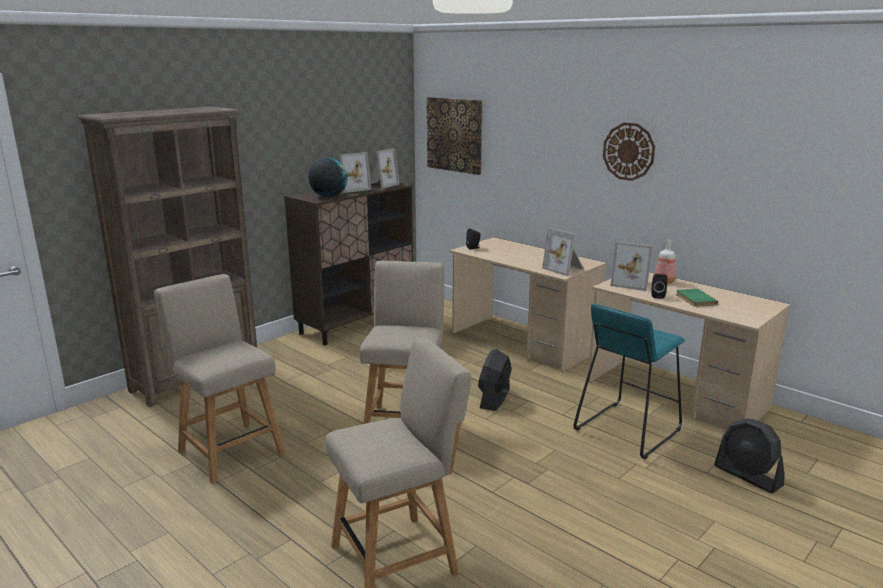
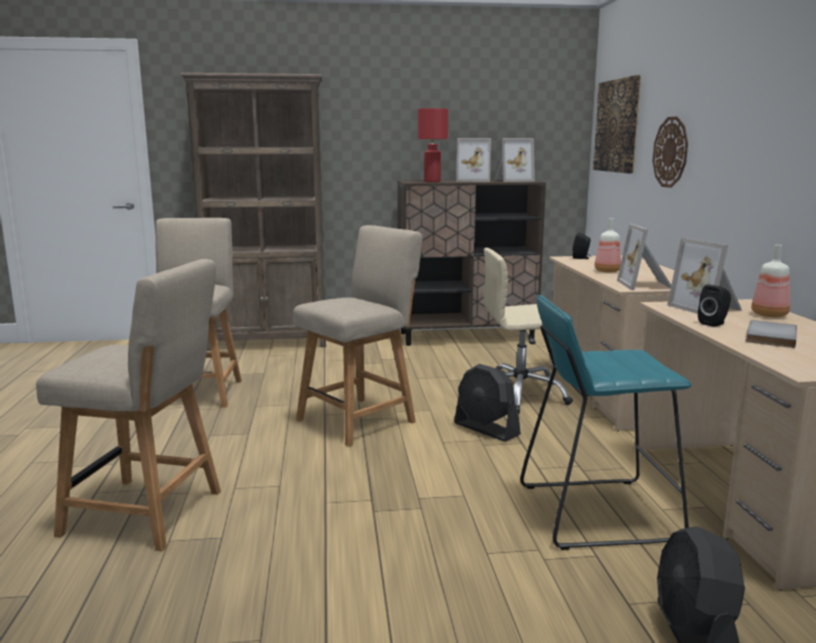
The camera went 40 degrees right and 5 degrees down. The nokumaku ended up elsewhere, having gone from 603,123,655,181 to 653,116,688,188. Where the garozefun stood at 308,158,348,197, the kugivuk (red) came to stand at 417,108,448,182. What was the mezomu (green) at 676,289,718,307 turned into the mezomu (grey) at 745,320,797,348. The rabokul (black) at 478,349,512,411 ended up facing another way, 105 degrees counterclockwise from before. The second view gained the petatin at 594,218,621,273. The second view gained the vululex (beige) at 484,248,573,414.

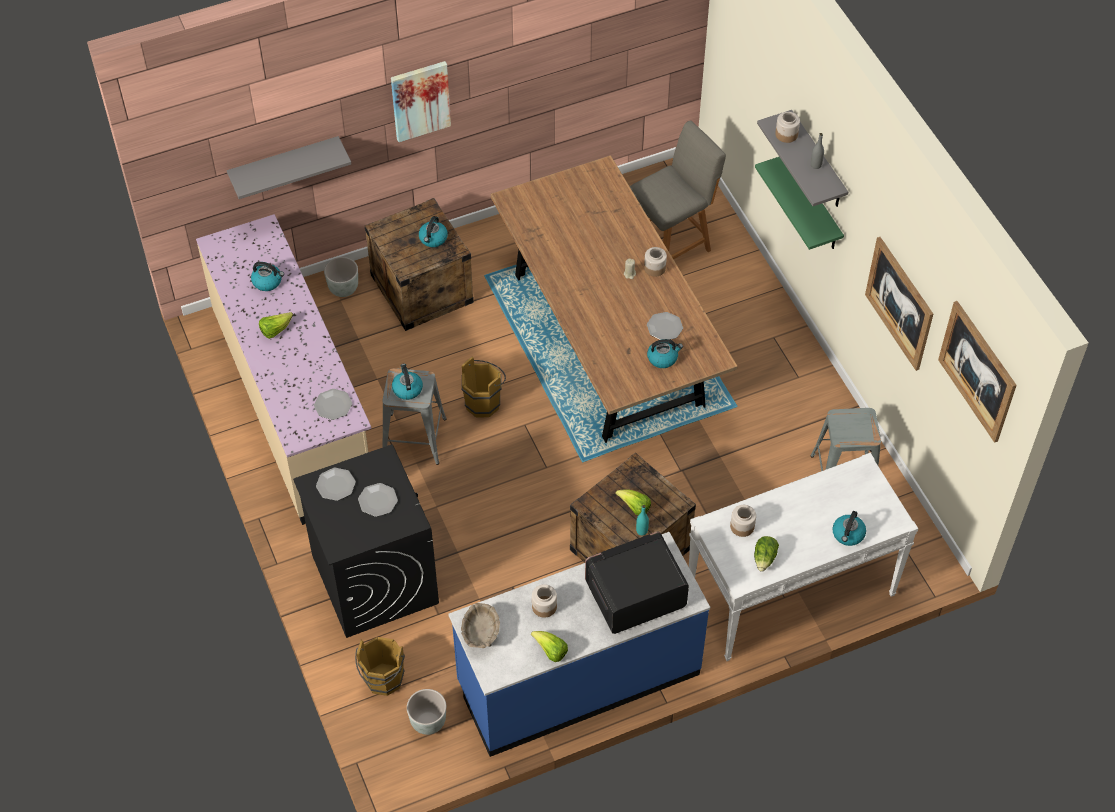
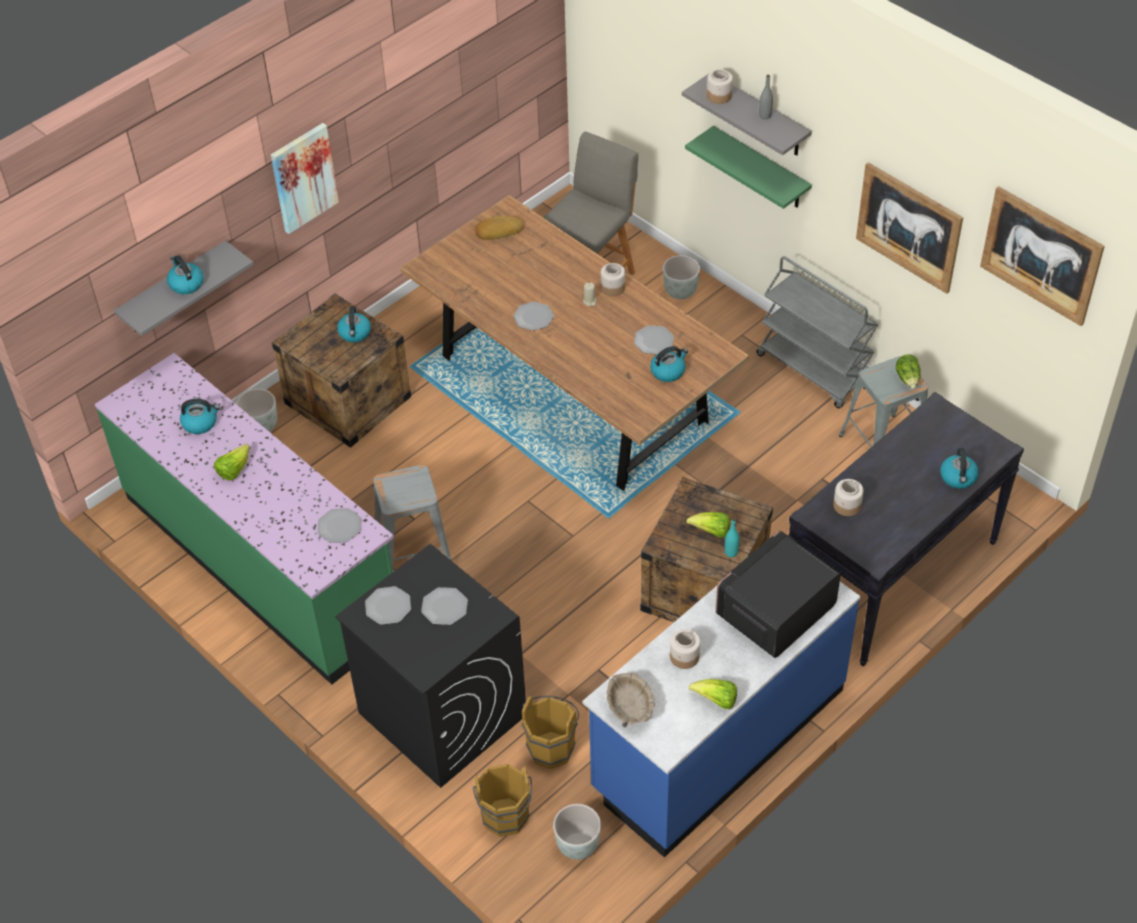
The camera went 20 degrees left and 5 degrees down. What was the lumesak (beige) at 196,214,371,525 turned into the lumesak (green) at 95,353,394,685. The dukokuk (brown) ended up elsewhere, having gone from 462,356,506,417 to 522,696,579,769. The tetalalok ended up elsewhere, having gone from 392,364,423,400 to 167,256,204,294. What was the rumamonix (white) at 689,453,918,661 turned into the rumamonix (black) at 788,392,1024,667. The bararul ended up elsewhere, having gone from 754,536,779,572 to 896,354,921,389. The second view gained the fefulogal at 474,216,524,240. The second view gained the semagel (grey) at 662,255,700,300. The second view gained the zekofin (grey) at 756,256,878,408. The second view gained the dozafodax at 513,302,554,331.

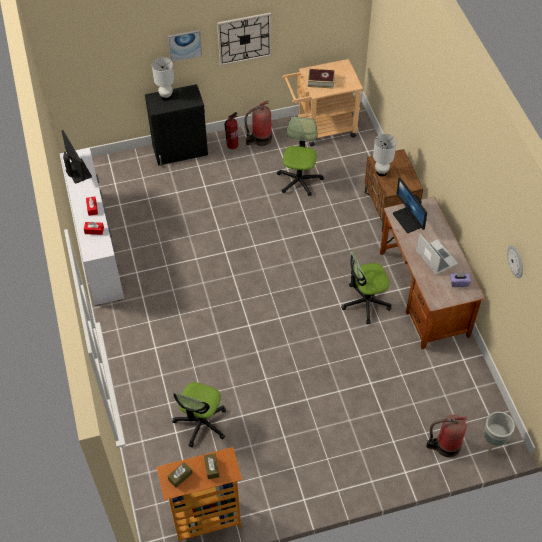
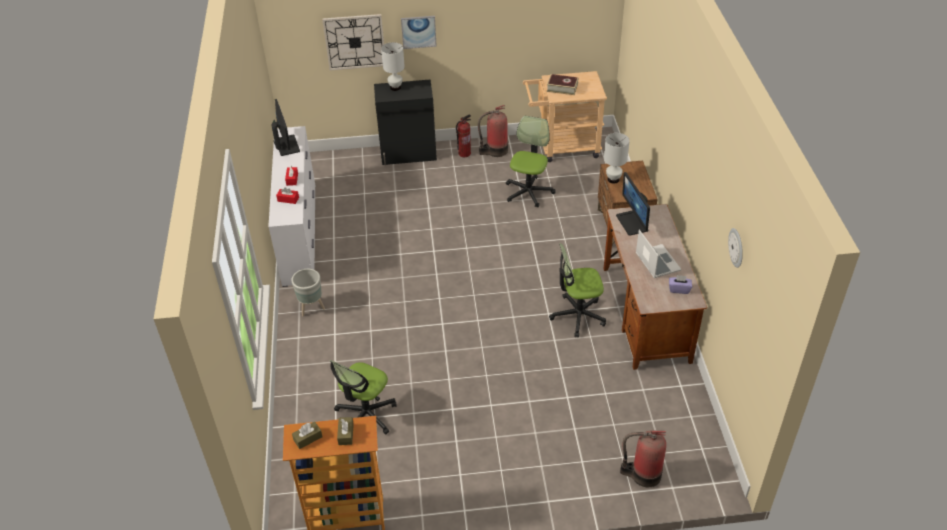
The camera went 10 degrees right and 10 degrees down. The nokumaku ended up elsewhere, having gone from 217,12,272,66 to 322,14,384,70. The semagel (grey) ended up elsewhere, having gone from 484,412,515,454 to 291,269,325,316.

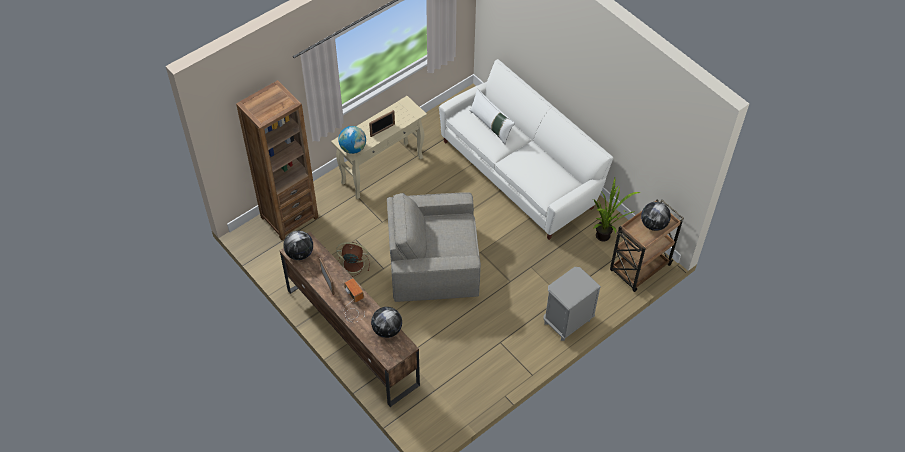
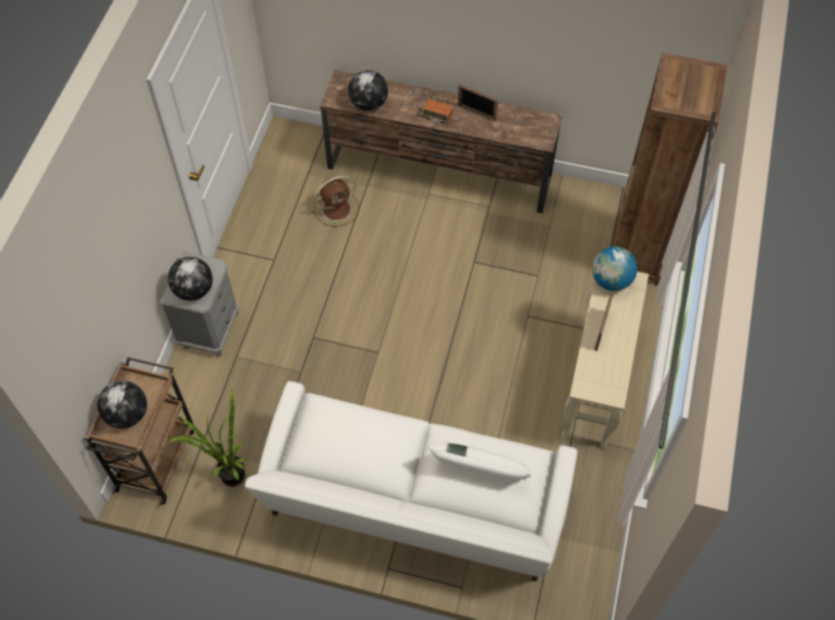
The camera went 145 degrees right and 5 degrees up. The second view lost the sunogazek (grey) at 387,192,481,302. The garozefun ended up elsewhere, having gone from 284,231,313,260 to 168,257,213,301. The rabokul (brown) ended up elsewhere, having gone from 336,242,370,277 to 312,175,359,227.

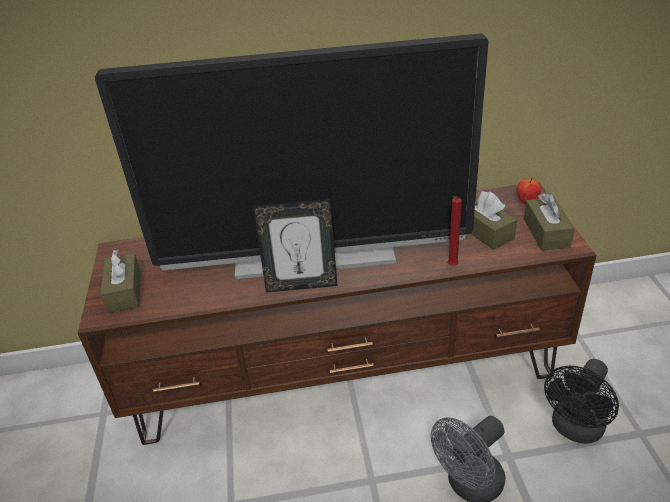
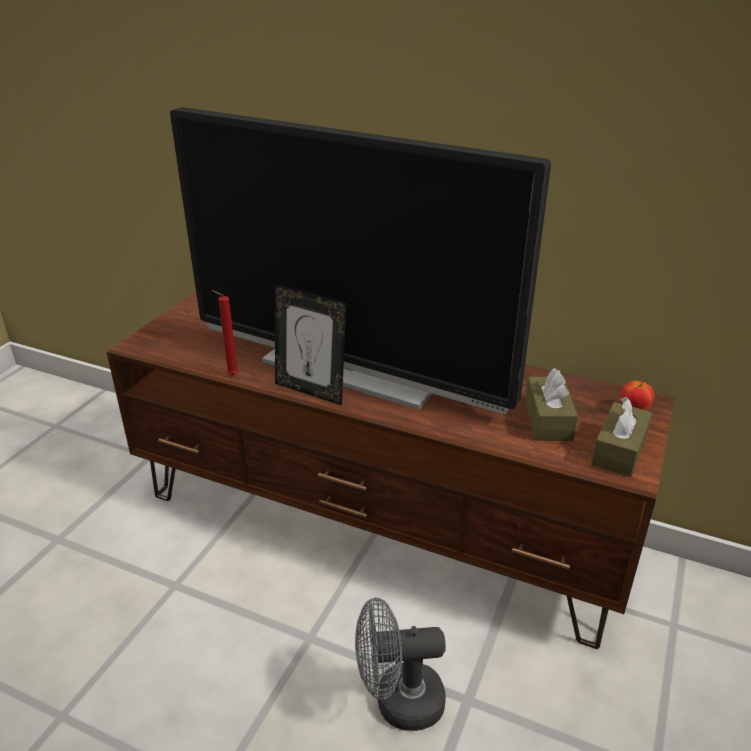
The camera went 30 degrees right and 5 degrees down. The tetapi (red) ended up elsewhere, having gone from 448,196,462,266 to 212,290,239,375. The second view lost the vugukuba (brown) at 100,250,141,313. The second view lost the rabokul (black) at 544,359,619,444.

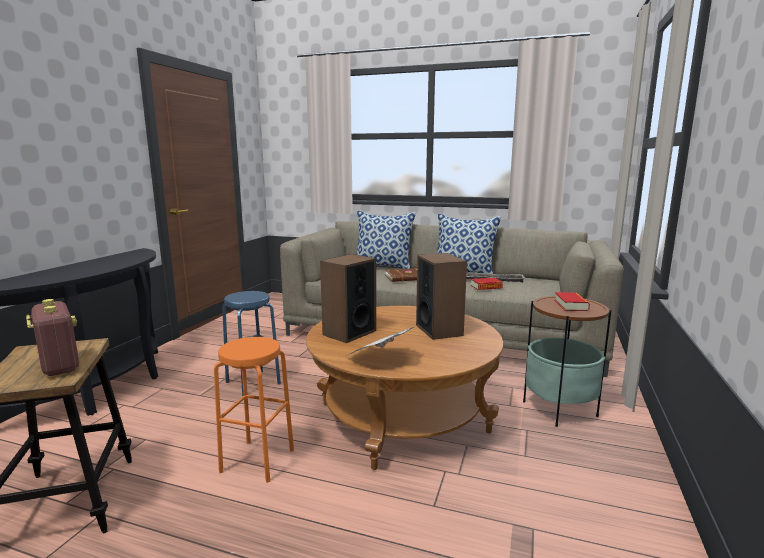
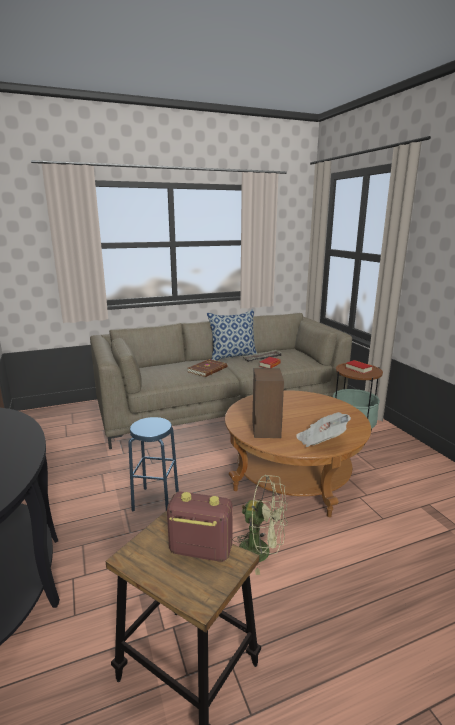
The camera went 40 degrees left and 5 degrees up. The second view lost the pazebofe at 356,211,416,269. The second view lost the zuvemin at 416,253,467,340. Where the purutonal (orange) stood at 214,337,294,483, the rabokul (green) came to stand at 233,475,288,575.

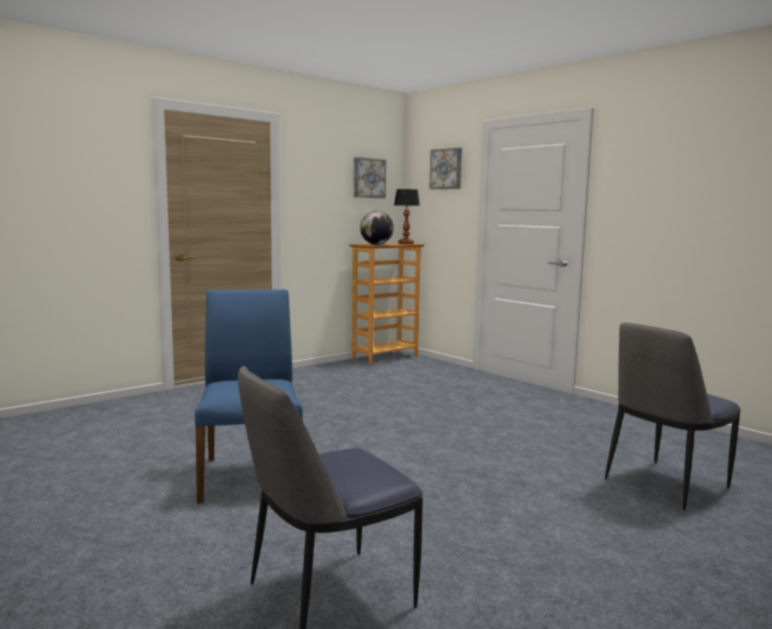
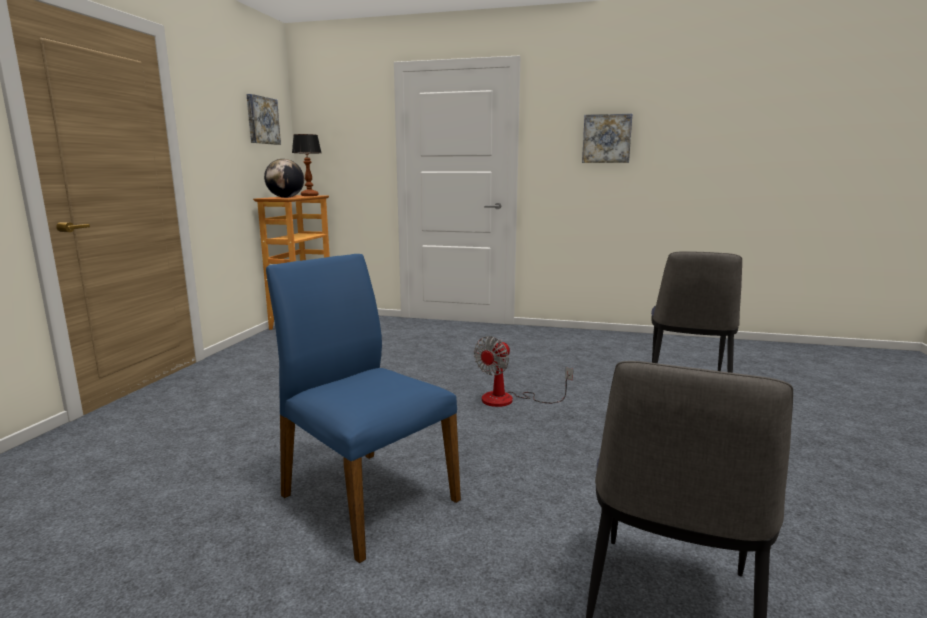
The camera went 35 degrees left and 5 degrees up. The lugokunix ended up elsewhere, having gone from 429,147,462,189 to 582,114,632,163. The second view gained the rabokul at 474,336,573,407.

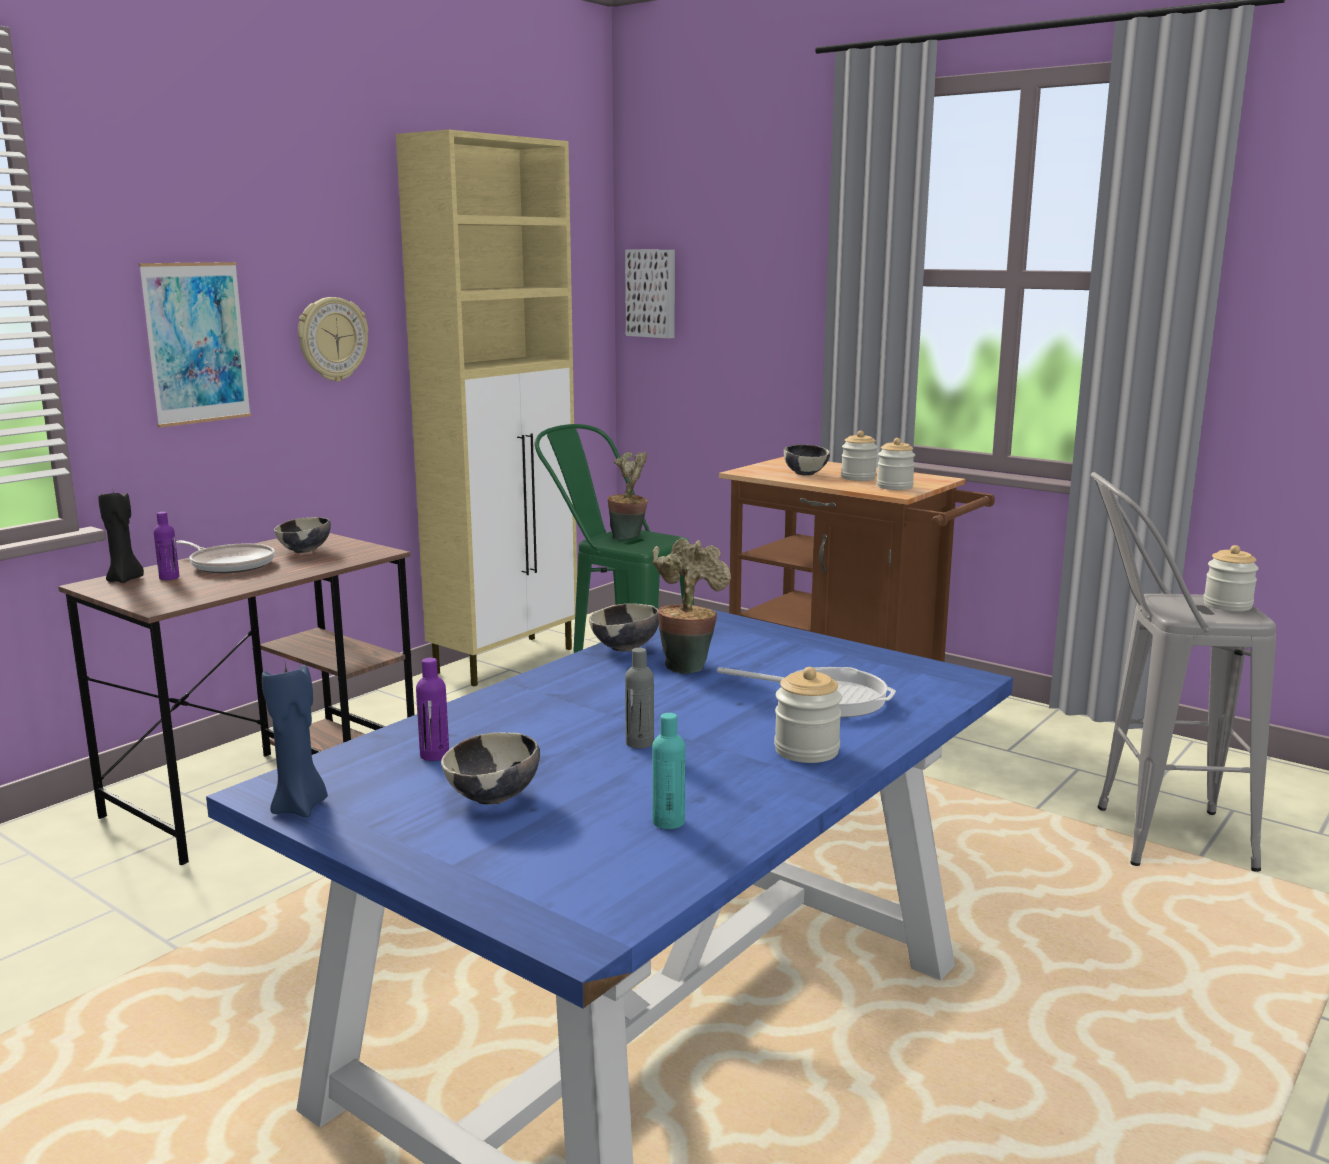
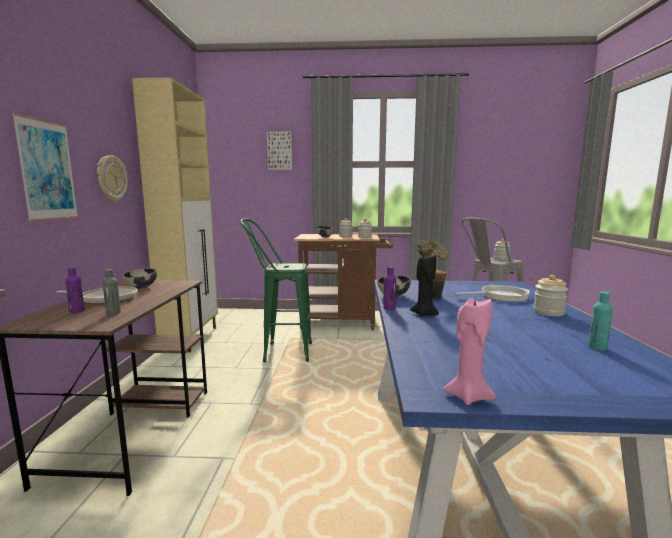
The camera went 35 degrees left and 5 degrees down. The lugokunix ended up elsewhere, having gone from 625,250,675,339 to 267,132,292,170. The second view lost the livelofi at 607,452,648,540. The tetapi (black) ended up elsewhere, having gone from 98,492,144,583 to 410,255,439,317. The petatin (grey) ended up elsewhere, having gone from 625,648,654,749 to 103,269,121,315. The petatin (purple) ended up elsewhere, having gone from 416,658,449,761 to 383,267,396,310. What was the tetapi (blue) at 262,663,328,817 turned into the tetapi (pink) at 443,298,496,405. The second view lost the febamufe at 441,732,540,805.

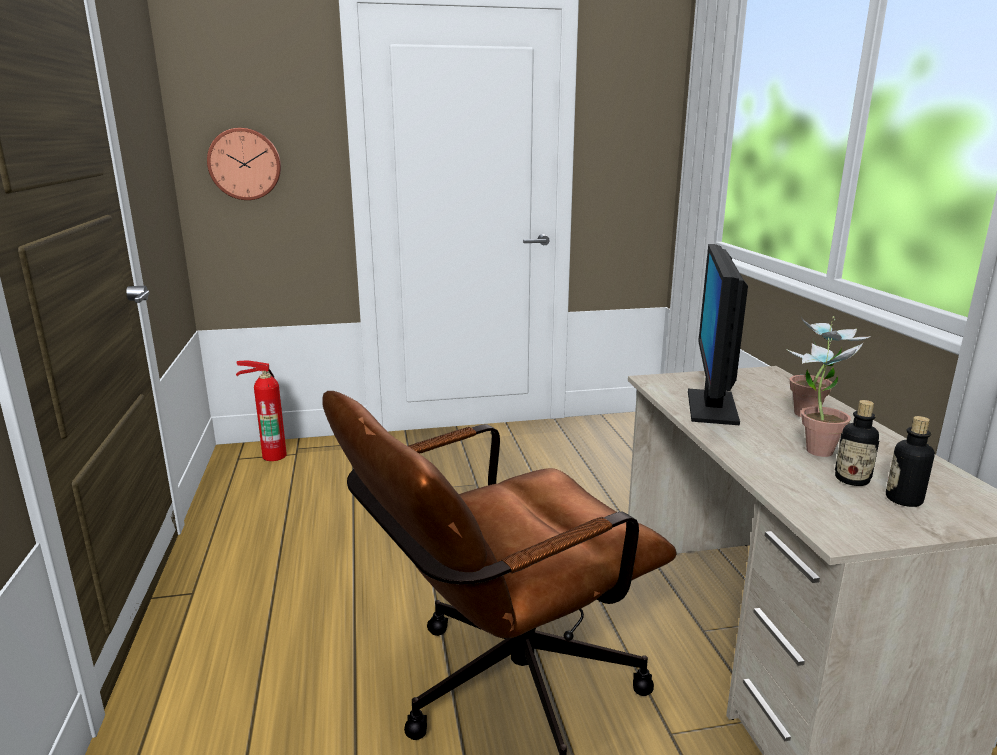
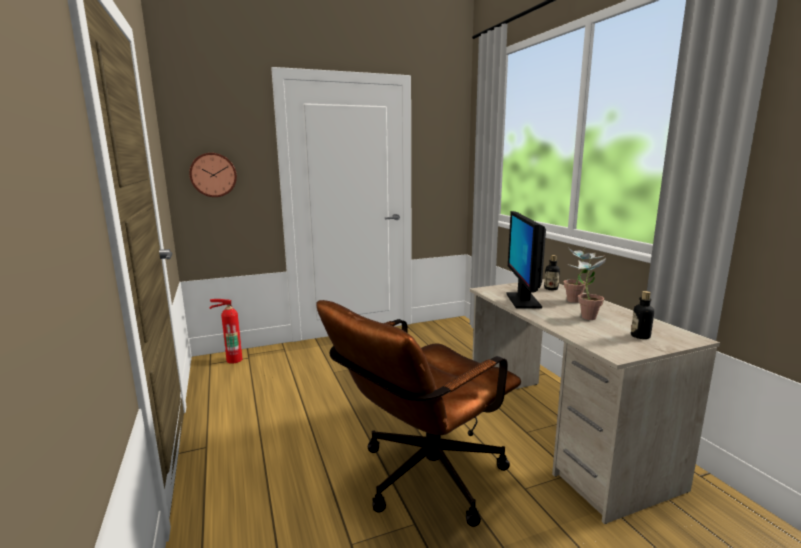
The camera went 10 degrees left and 5 degrees down. The petatin ended up elsewhere, having gone from 835,400,880,486 to 544,255,560,290.

